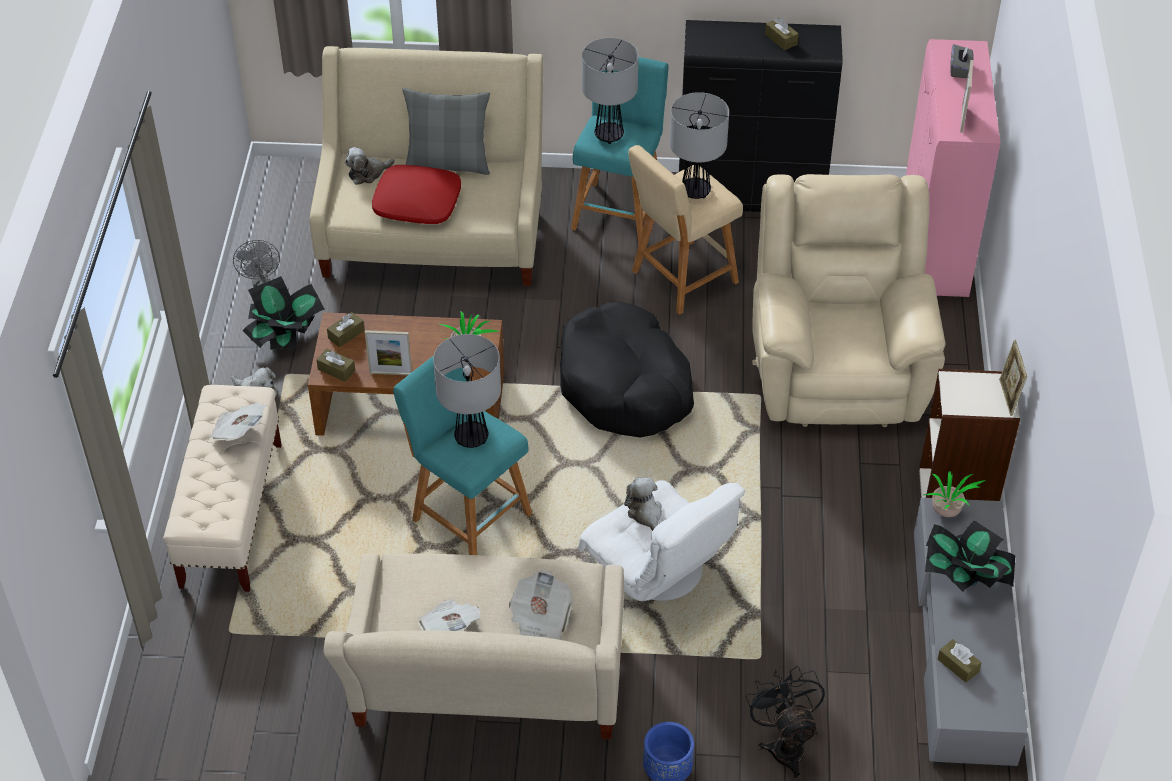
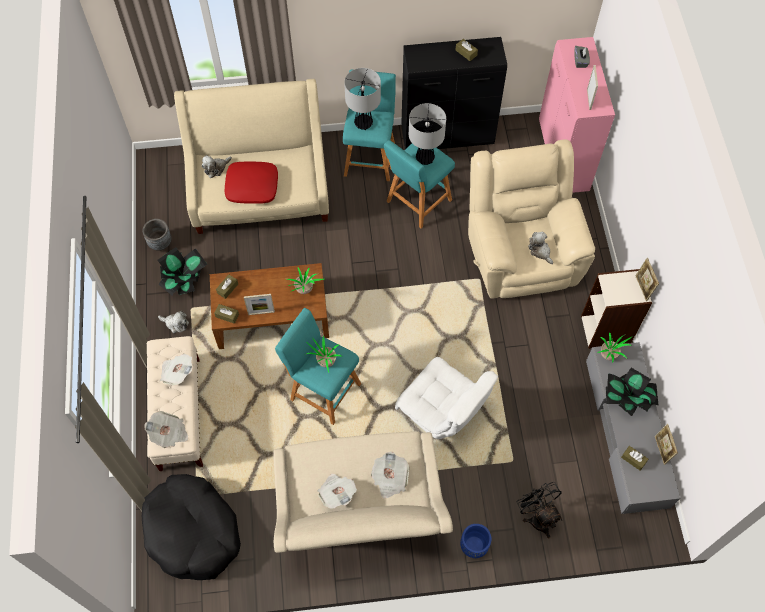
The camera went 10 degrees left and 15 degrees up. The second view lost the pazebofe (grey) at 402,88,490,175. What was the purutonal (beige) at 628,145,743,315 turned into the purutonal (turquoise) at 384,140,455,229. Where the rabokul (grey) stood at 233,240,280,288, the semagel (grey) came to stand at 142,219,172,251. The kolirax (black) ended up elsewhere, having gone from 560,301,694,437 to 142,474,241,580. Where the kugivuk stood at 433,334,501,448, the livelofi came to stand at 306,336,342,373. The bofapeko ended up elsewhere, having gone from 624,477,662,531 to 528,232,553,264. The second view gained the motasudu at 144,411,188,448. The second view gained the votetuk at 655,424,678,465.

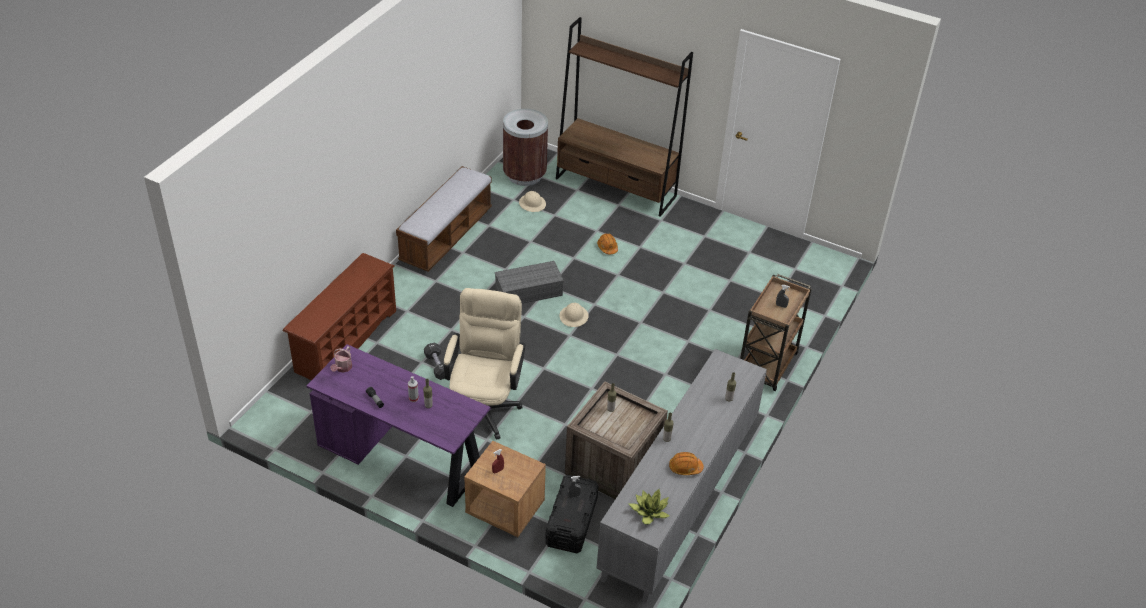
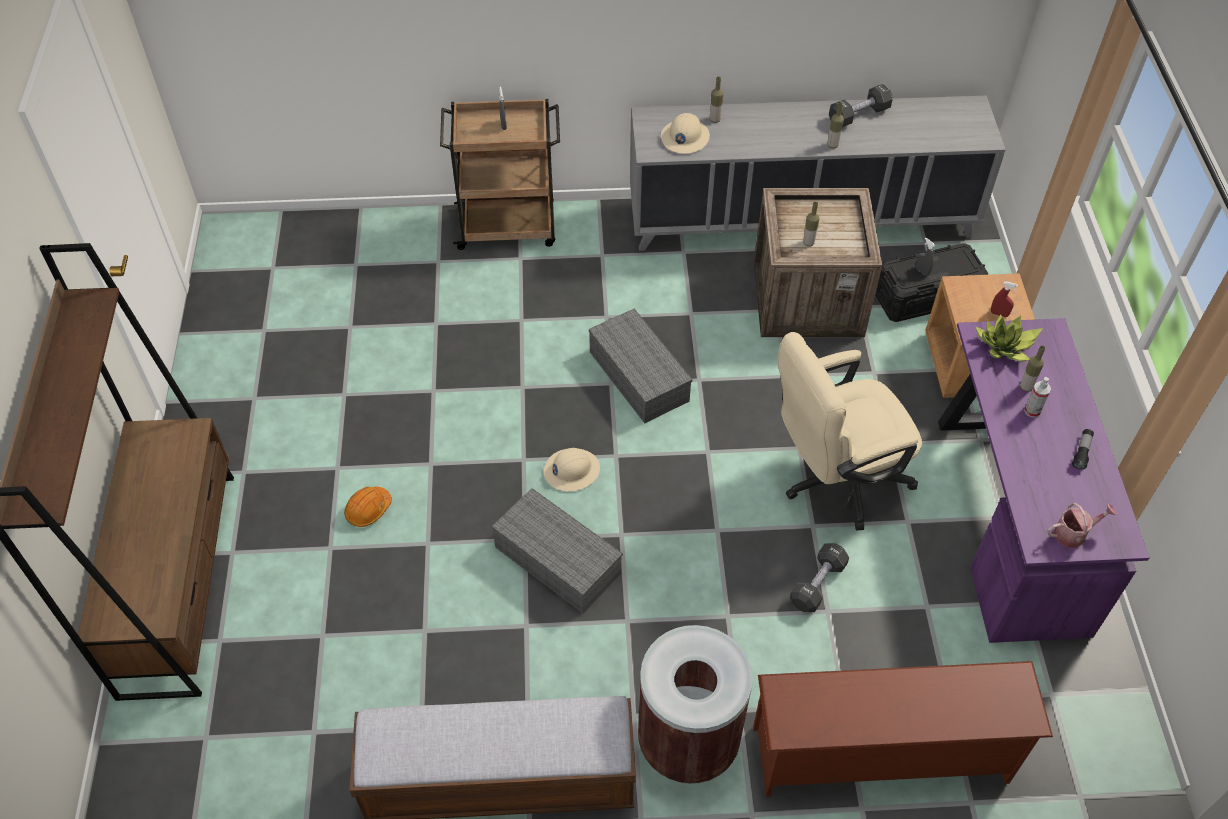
The camera went 120 degrees left and 10 degrees up. The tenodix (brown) ended up elsewhere, having gone from 503,109,548,186 to 638,625,753,784. The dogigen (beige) ended up elsewhere, having gone from 519,191,546,212 to 661,113,710,154. Where the dogigen (orange) stood at 669,452,704,475, the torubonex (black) came to stand at 829,84,893,127. The livelofi ended up elsewhere, having gone from 629,489,669,525 to 975,314,1043,362. The second view gained the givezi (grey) at 589,309,692,423.

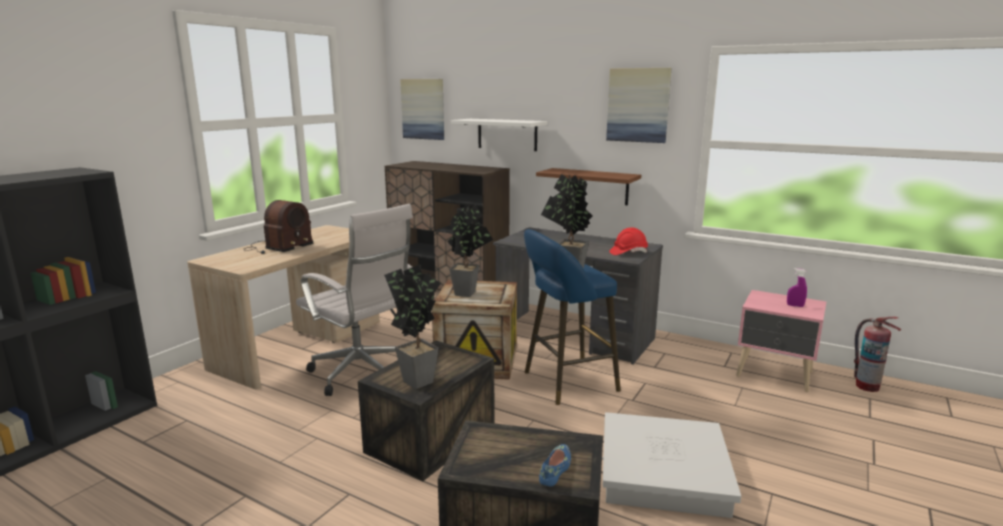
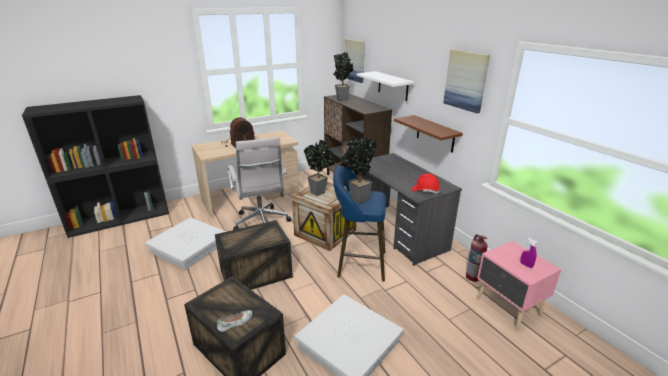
The camera went 30 degrees right and 10 degrees up. The livelofi ended up elsewhere, having gone from 384,263,441,389 to 333,52,353,101. The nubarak ended up elsewhere, having gone from 854,317,901,392 to 466,234,488,282. What was the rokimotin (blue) at 539,444,571,486 turned into the rokimotin (white) at 217,310,253,332. The second view gained the givezi (white) at 145,217,226,270.

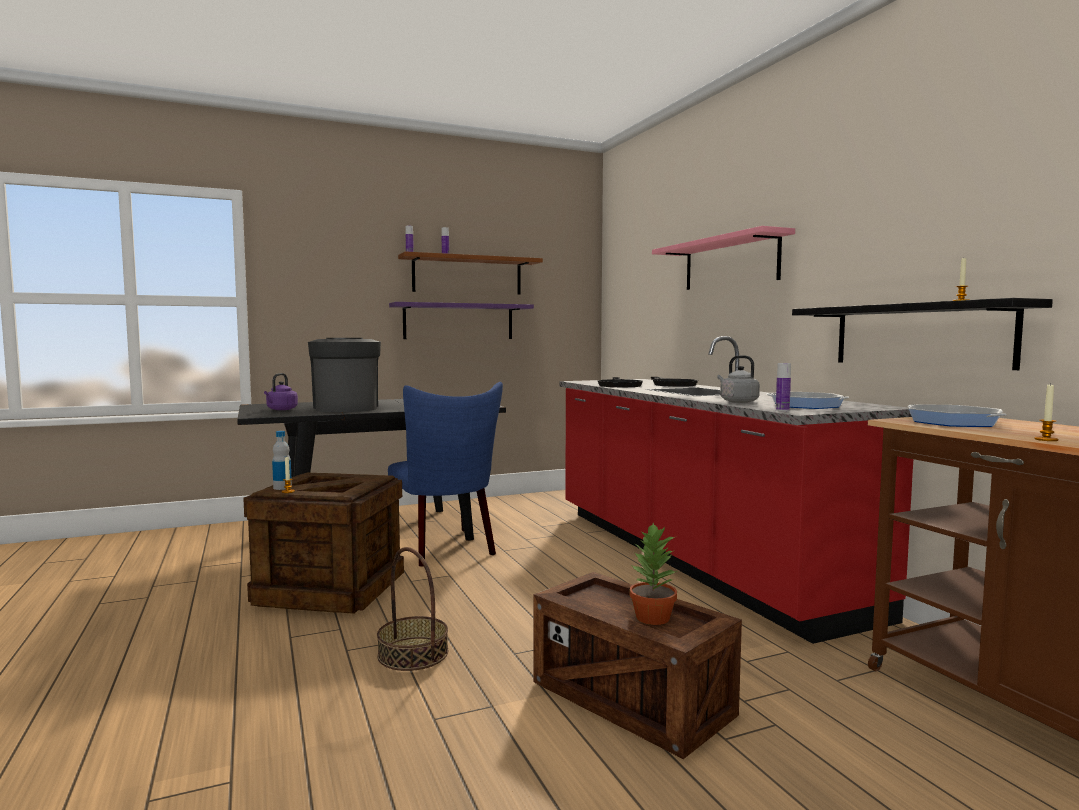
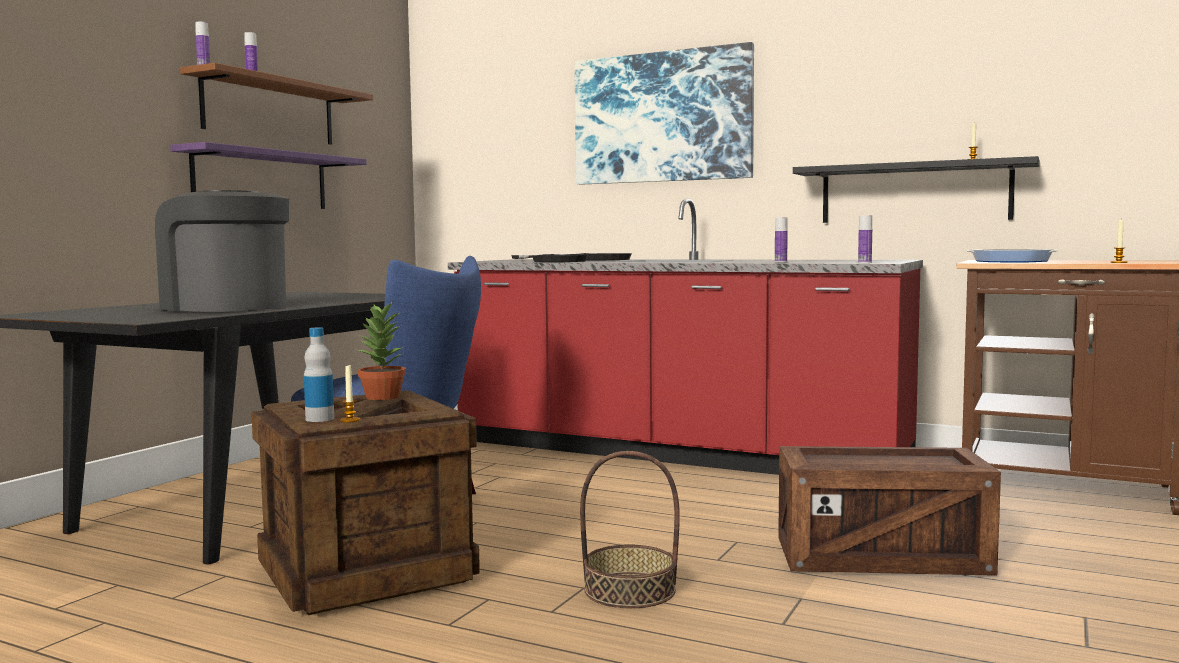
The camera went 40 degrees left and 0 degrees up. Where the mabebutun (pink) hung at 652,226,795,290, the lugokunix came to hang at 575,42,754,184. Where the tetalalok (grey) stood at 717,355,760,403, the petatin came to stand at 775,217,788,262. The second view lost the tetalalok (purple) at 264,373,298,410. The second view lost the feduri at 766,392,849,409. The livelofi ended up elsewhere, having gone from 629,523,678,625 to 356,303,406,400.

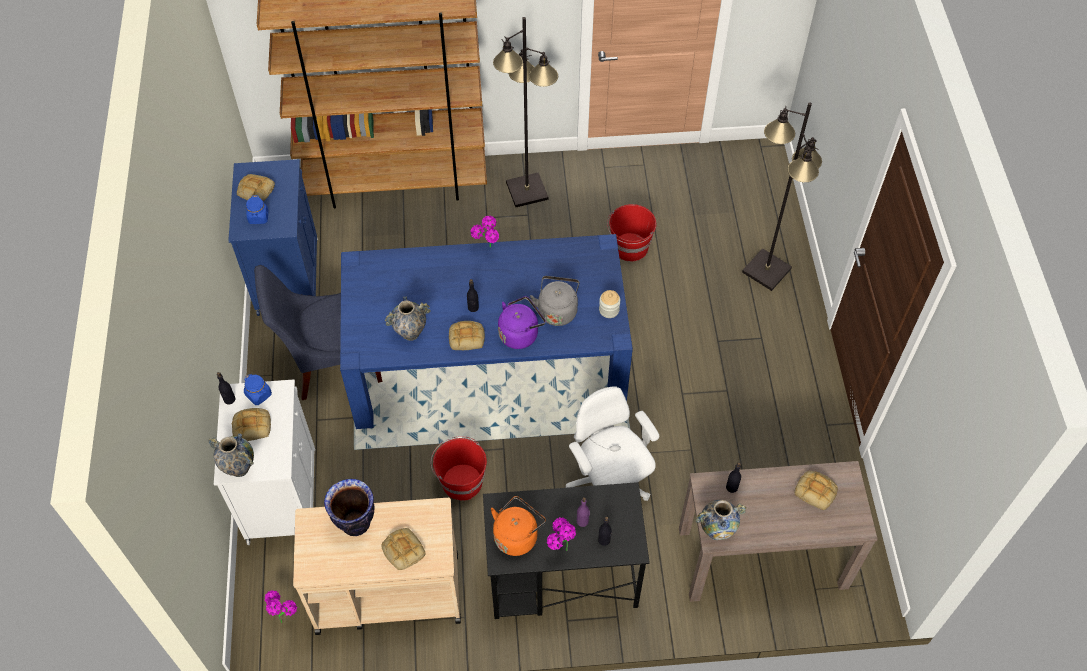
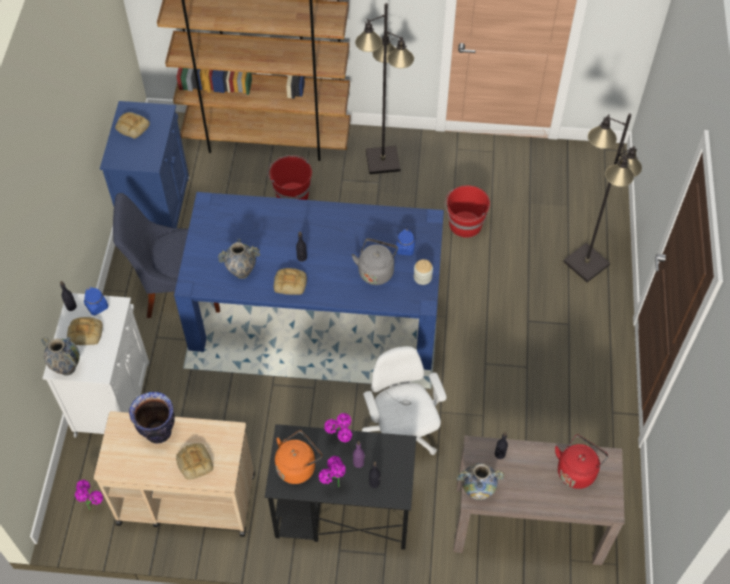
The camera went 10 degrees right and 0 degrees up. The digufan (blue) ended up elsewhere, having gone from 246,195,269,224 to 396,229,415,256. The livelofi ended up elsewhere, having gone from 470,215,499,247 to 324,413,353,442. The second view lost the tetalalok (purple) at 498,296,546,349. The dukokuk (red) ended up elsewhere, having gone from 431,436,487,501 to 268,155,312,200. Where the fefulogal stood at 794,471,838,510, the tetalalok (red) came to stand at 555,434,608,489.

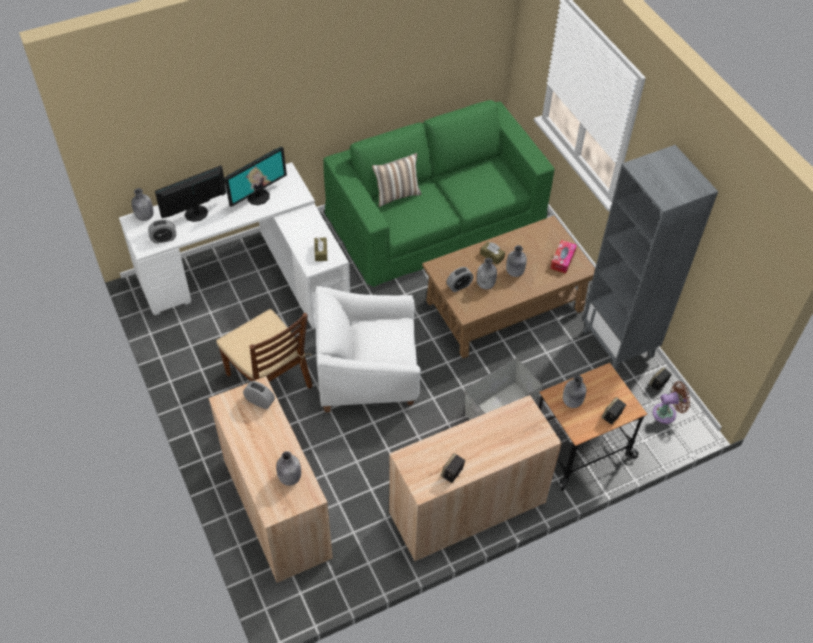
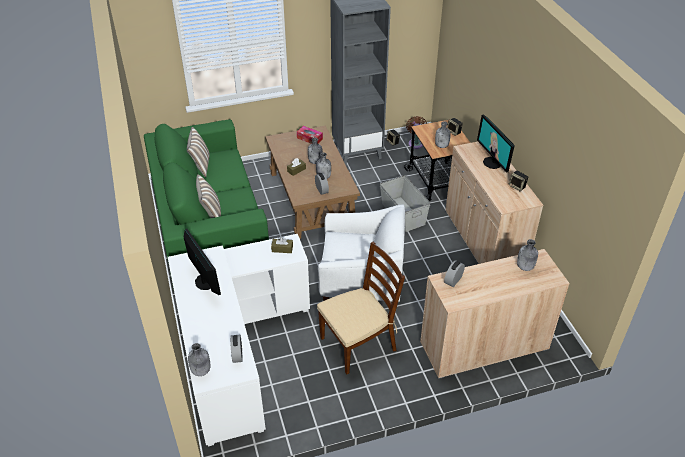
The camera went 80 degrees left and 10 degrees down. The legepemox ended up elsewhere, having gone from 155,165,226,222 to 477,114,515,172. The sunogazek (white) at 315,286,421,412 ended up facing another way, 90 degrees counterclockwise from before. The second view gained the pazebofe at 187,127,210,177.

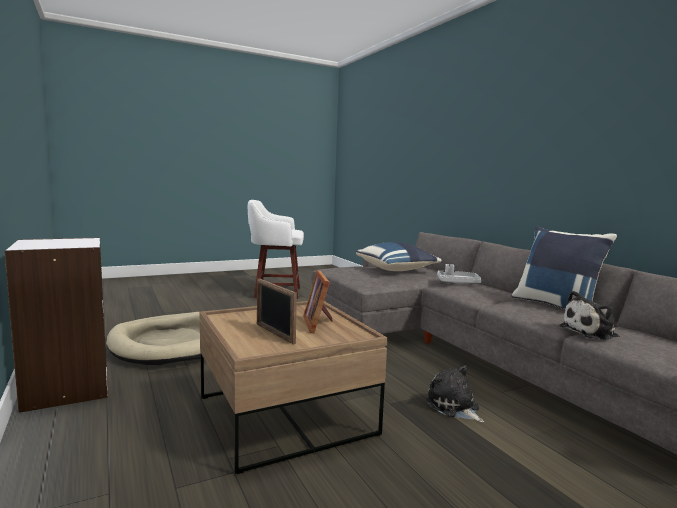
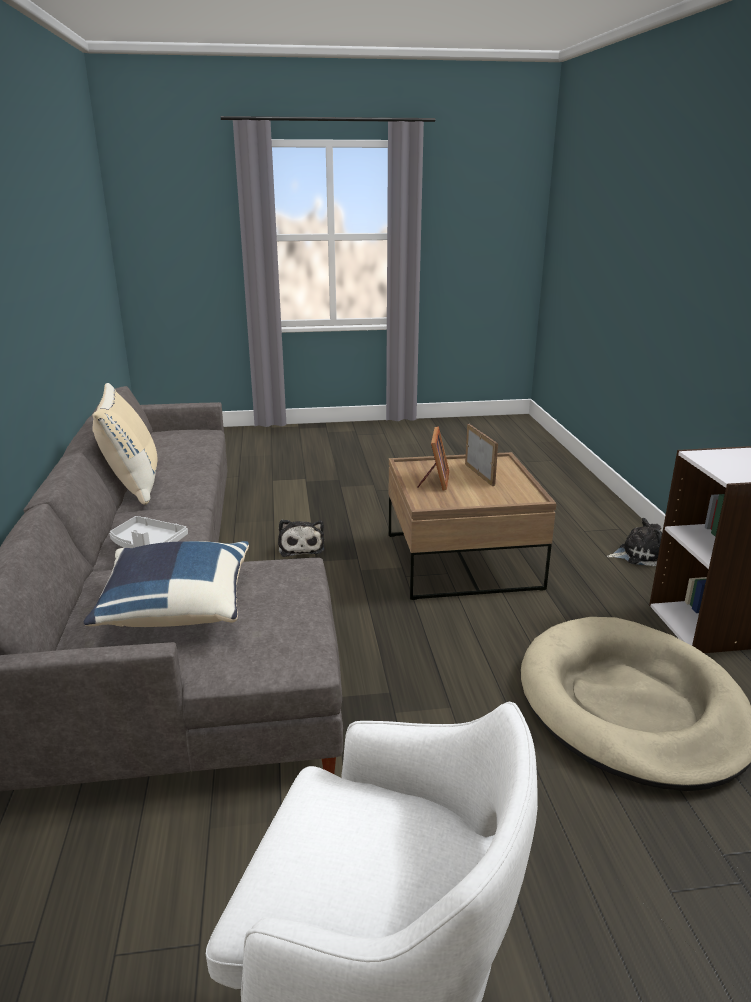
The camera went 160 degrees left and 15 degrees up. What was the pazebofe (blue) at 511,226,617,309 turned into the pazebofe (beige) at 92,383,158,505. The bofapeko ended up elsewhere, having gone from 560,291,620,340 to 607,518,663,566.

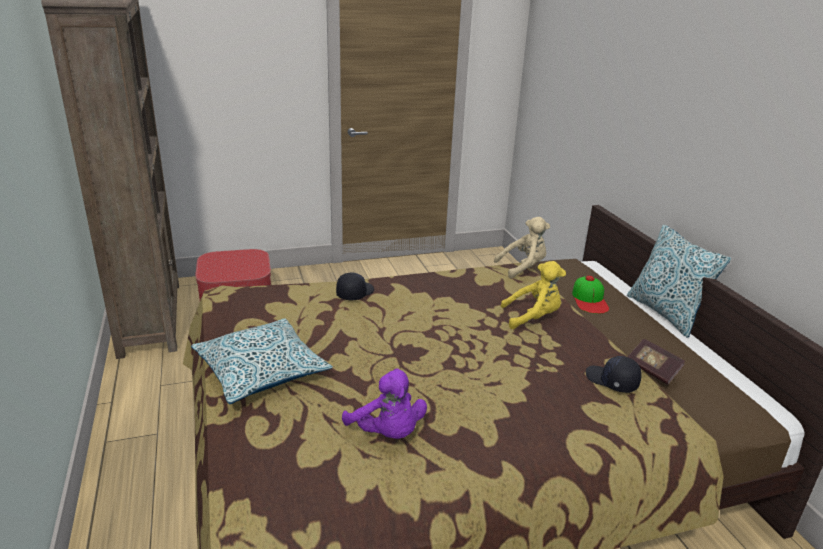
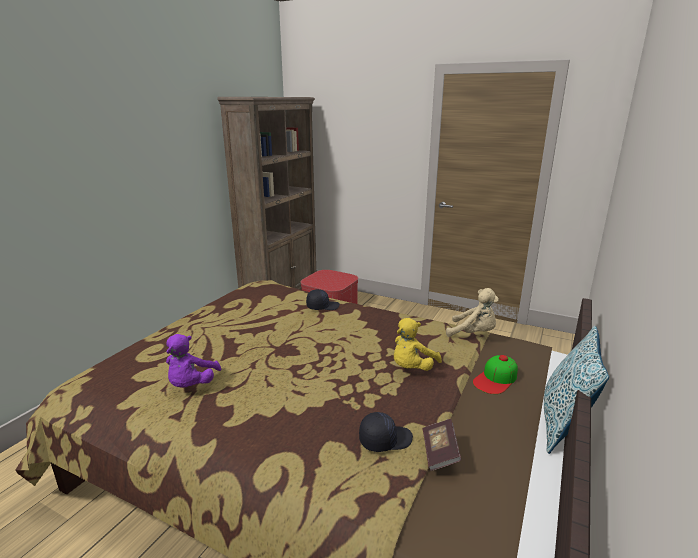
The camera went 45 degrees right and 5 degrees down. The bofapeko (yellow) at 501,261,566,329 ended up facing another way, 90 degrees clockwise from before. The second view lost the pazebofe at 191,318,333,404. The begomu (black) at 586,356,642,393 ended up facing another way, 75 degrees clockwise from before.

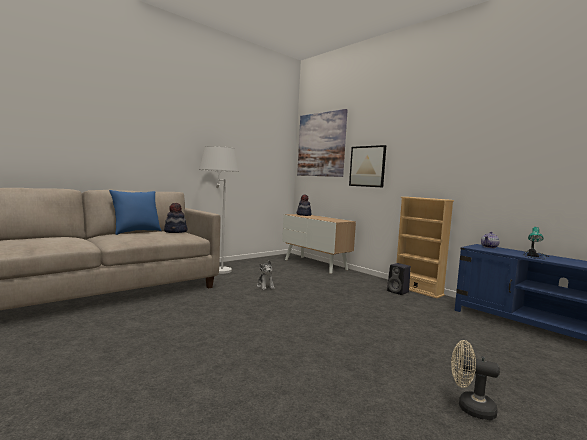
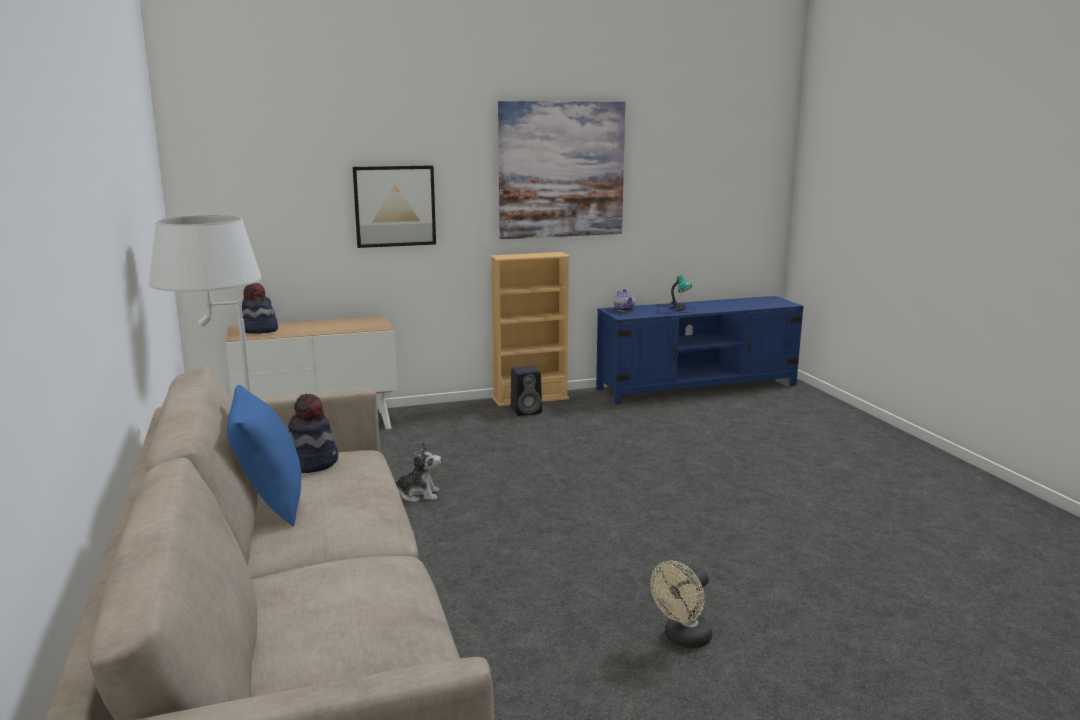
The camera went 65 degrees left and 10 degrees up. The lugokunix ended up elsewhere, having gone from 297,109,348,177 to 498,101,626,239. The rabokul (beige) ended up elsewhere, having gone from 451,340,500,420 to 650,561,713,648.

